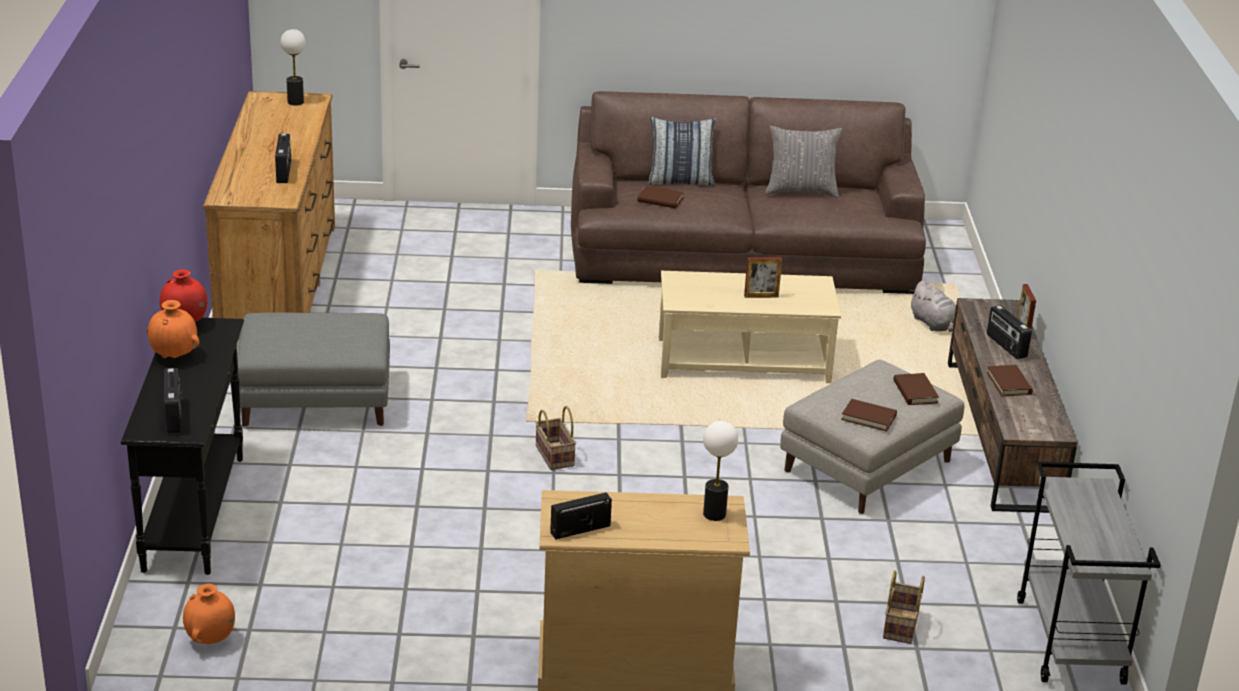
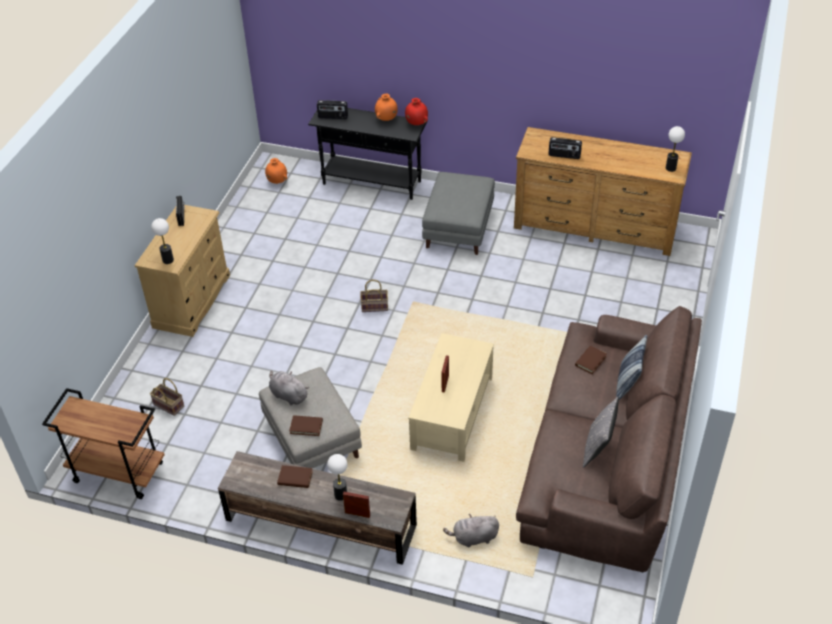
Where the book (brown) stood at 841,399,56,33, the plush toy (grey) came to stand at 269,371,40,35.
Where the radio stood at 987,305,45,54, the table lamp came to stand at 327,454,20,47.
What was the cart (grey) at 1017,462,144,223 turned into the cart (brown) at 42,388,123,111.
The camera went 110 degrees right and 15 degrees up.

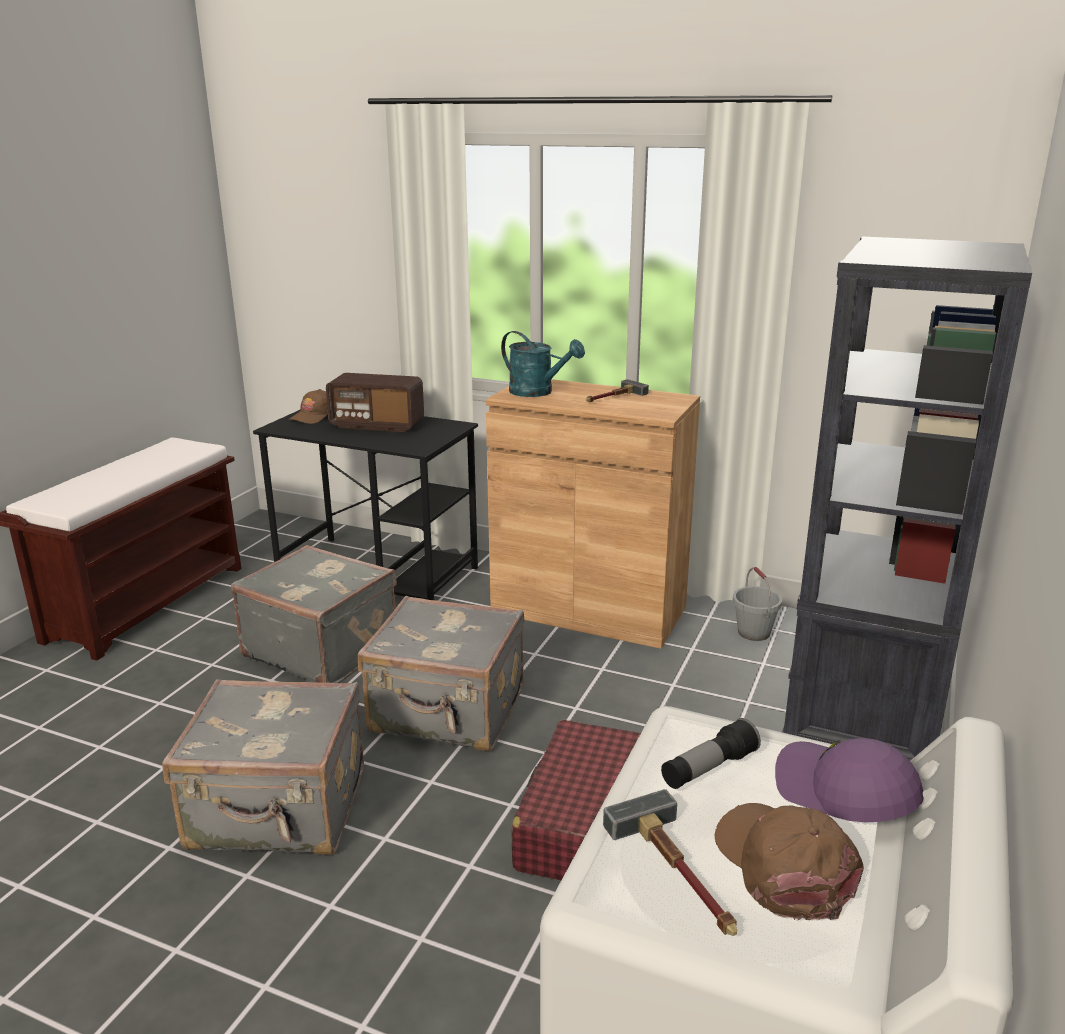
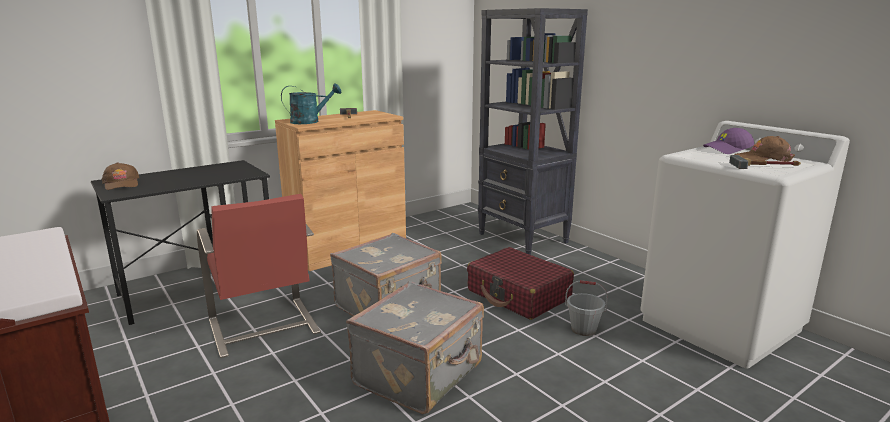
Where the suitcase (grey) stood at 231,545,166,138, the chair (red) came to stand at 197,194,124,164.
The second view lost the radio at 326,373,98,59.
The second view lost the flashlight at 661,718,100,71.
The bucket (grey) ended up elsewhere, having gone from 733,567,49,74 to 565,280,43,56.
The camera went 60 degrees left and 5 degrees down.

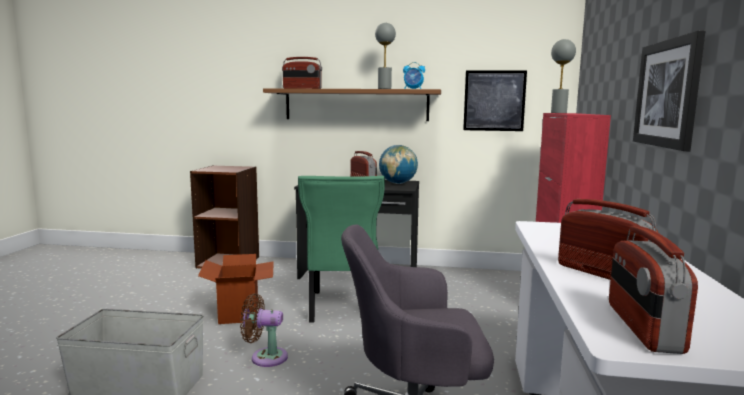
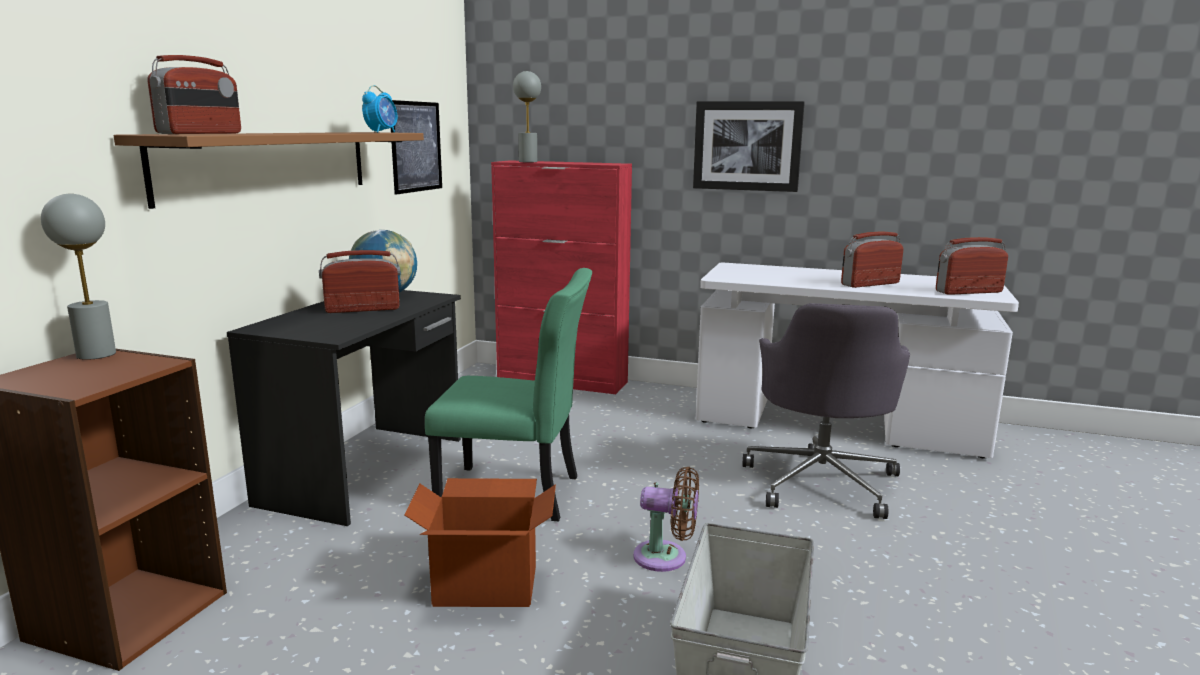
The fan (brown) at 240,293,48,74 ended up facing another way, 90 degrees counterclockwise from before.
The table lamp (grey) ended up elsewhere, having gone from 375,23,21,66 to 41,194,75,166.
The radio at 609,226,89,128 ended up facing another way, 150 degrees clockwise from before.
The camera went 80 degrees left and 5 degrees up.

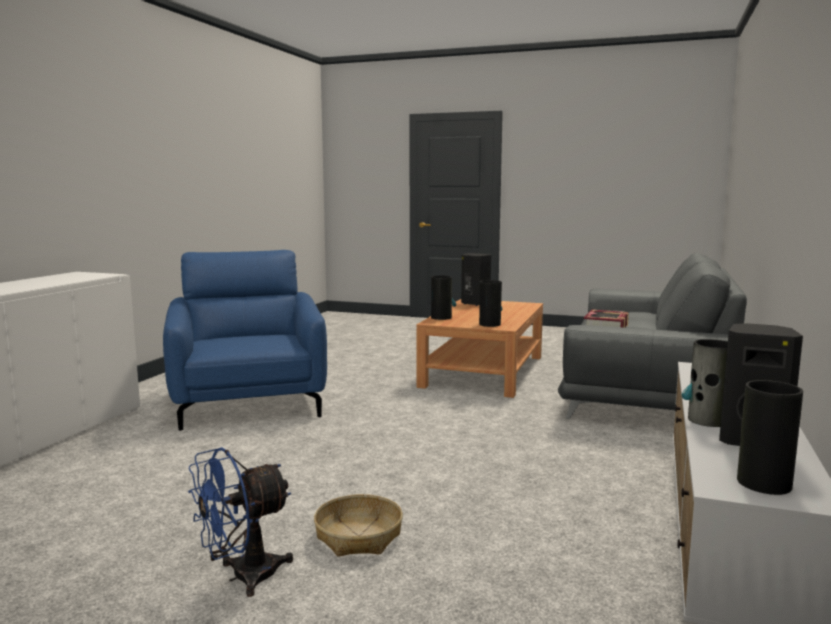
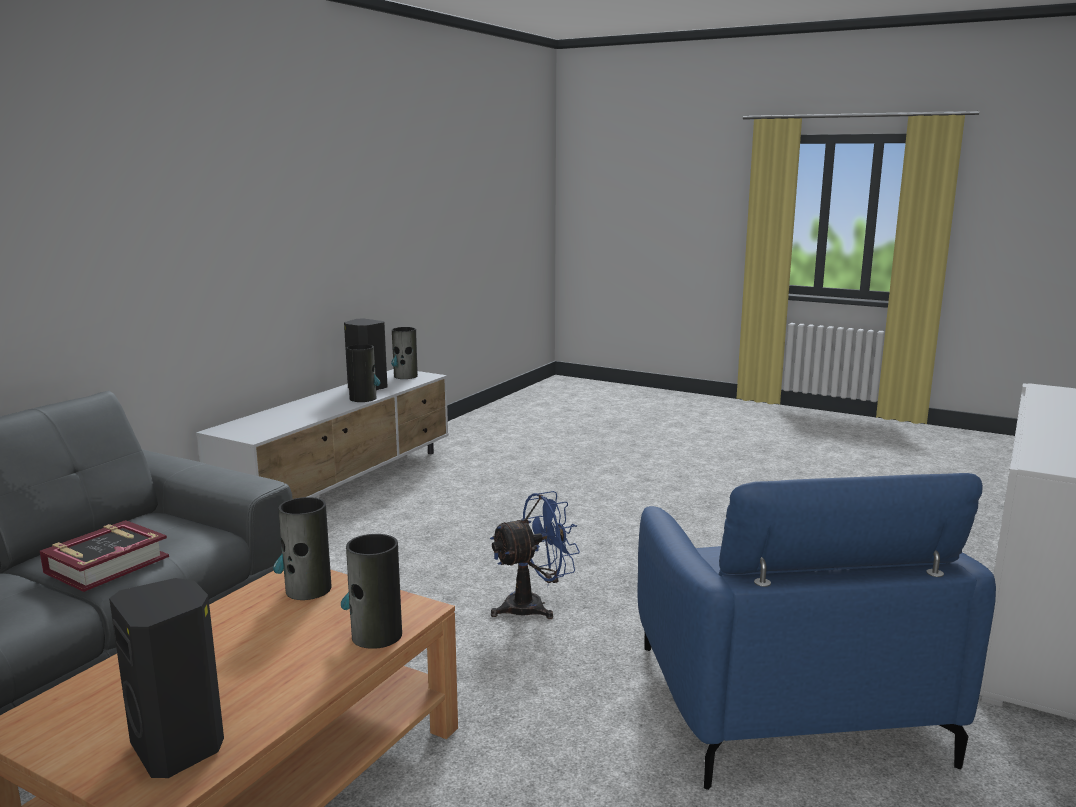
The fan (blue) ended up elsewhere, having gone from 188,447,105,150 to 490,491,90,128.
The second view lost the basket at 314,494,89,63.
The camera went 170 degrees left and 5 degrees up.

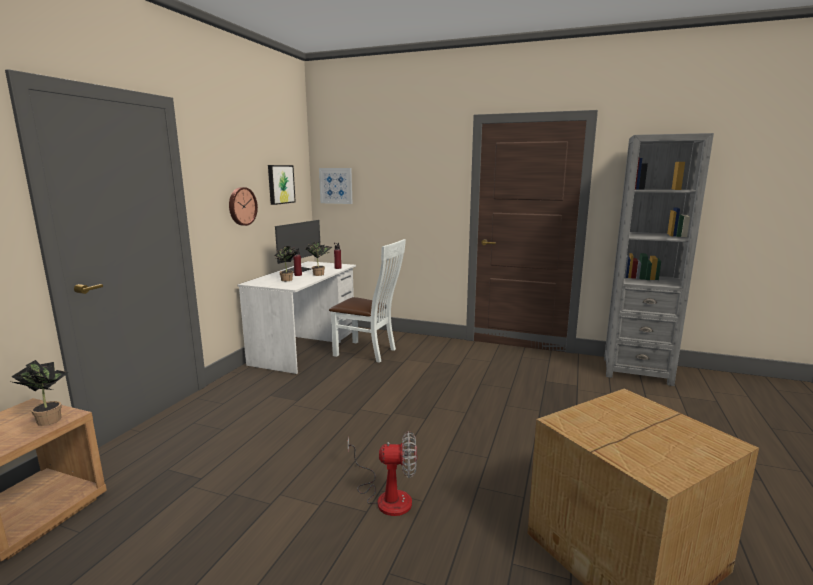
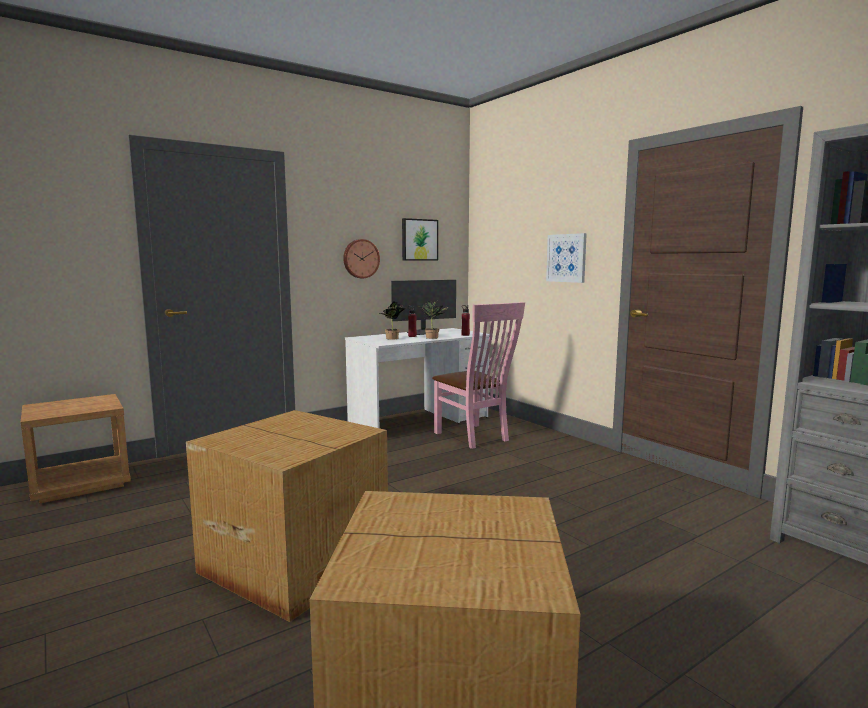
The second view lost the potted plant at 11,360,58,66.
The picture ended up elsewhere, having gone from 319,168,33,36 to 546,233,41,50.
What was the chair (white) at 329,239,77,124 turned into the chair (pink) at 432,302,93,147.
Where the fan stood at 348,431,69,85, the cardboard box came to stand at 186,410,202,212.
The camera went 35 degrees right and 5 degrees down.

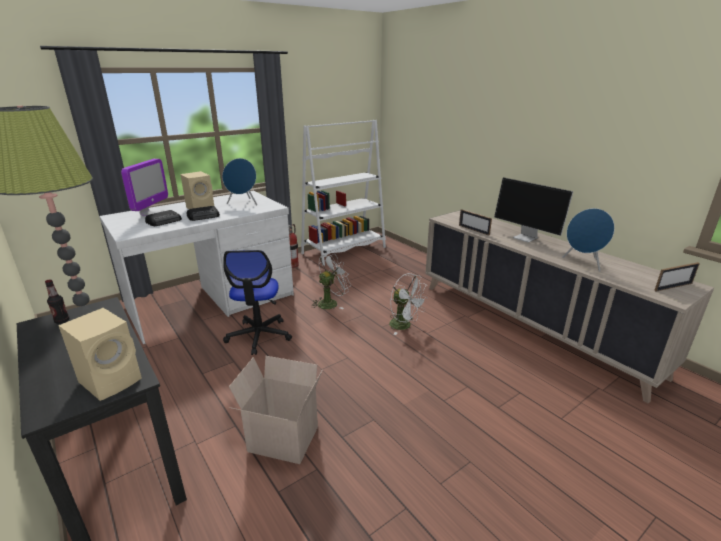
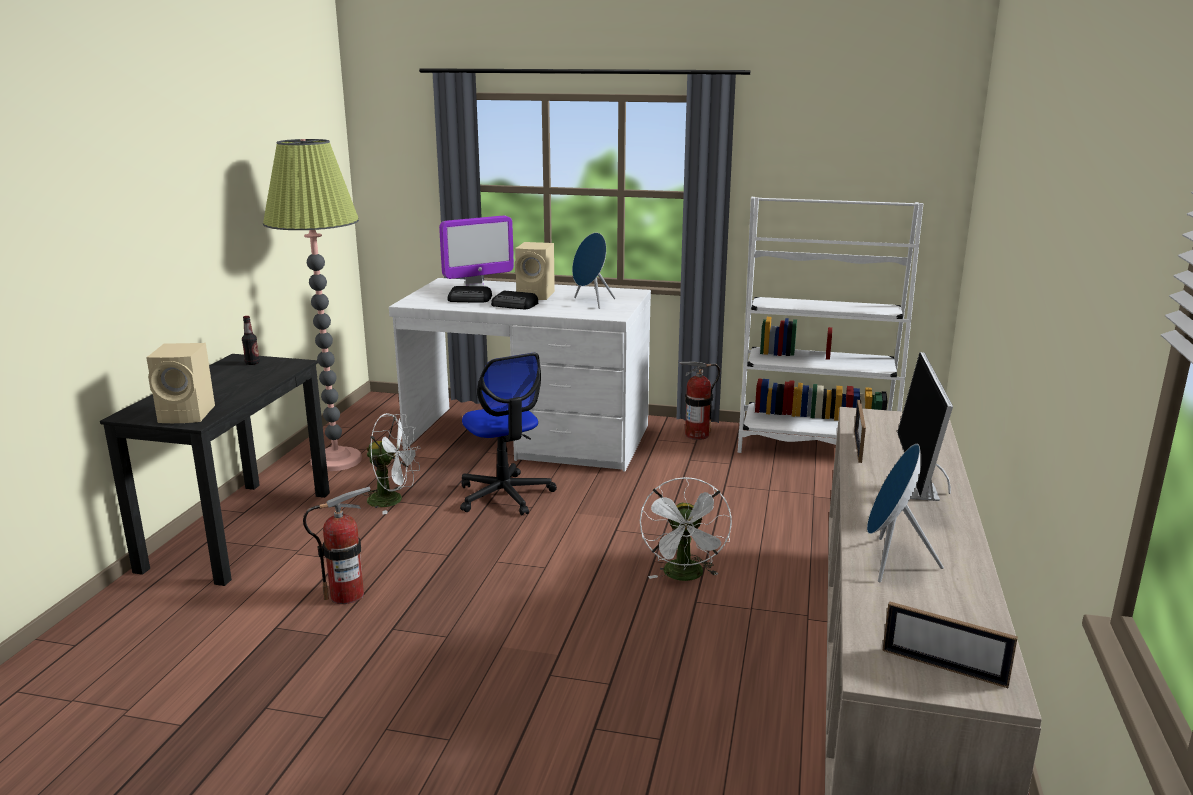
The office chair at 223,250,69,105 ended up facing another way, 75 degrees counterclockwise from before.
Where the cardboard box stood at 229,356,94,108, the fire extinguisher came to stand at 303,487,68,117.
The fan (white) ended up elsewhere, having gone from 312,253,38,56 to 363,413,57,102.
The camera went 50 degrees right and 5 degrees down.

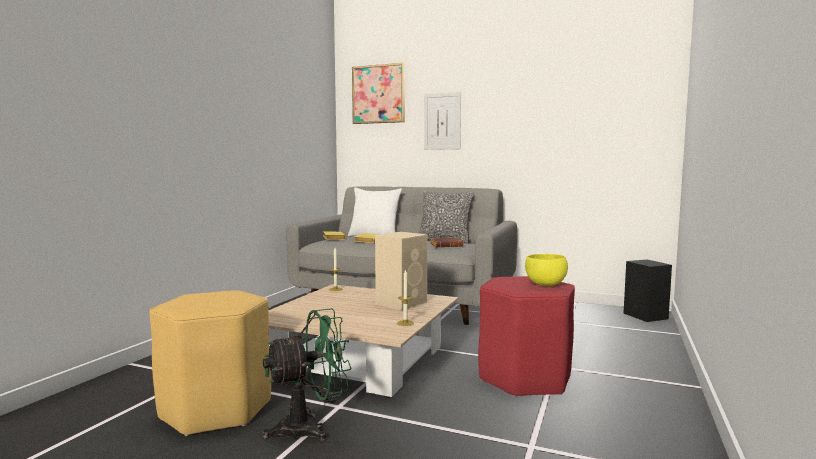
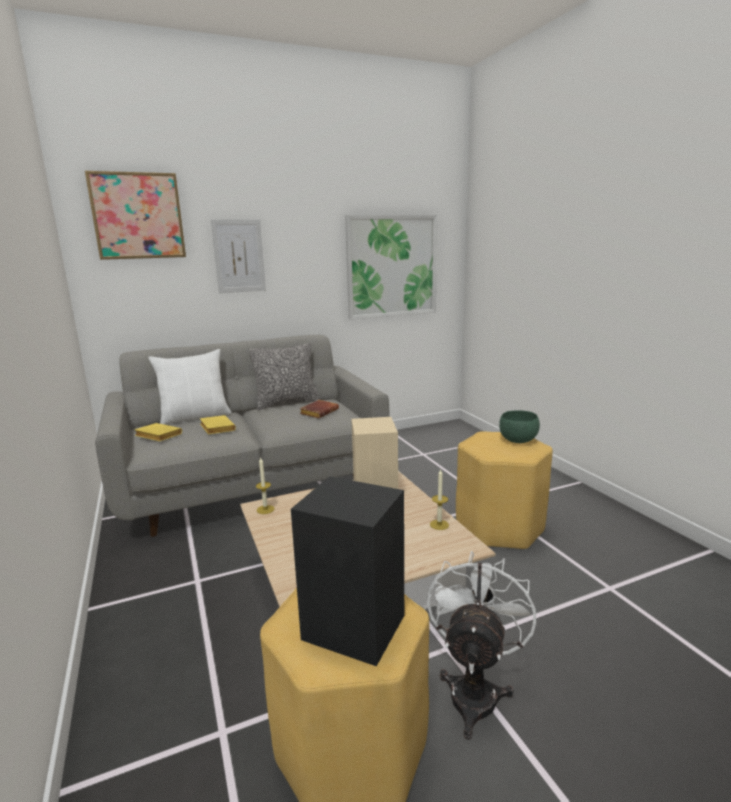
What was the fan (green) at 262,308,90,133 turned into the fan (white) at 427,551,109,189.
What was the stool (red) at 478,276,97,121 turned into the stool (yellow) at 456,431,97,119.
What was the bowl (yellow) at 525,254,43,32 turned into the bowl (green) at 499,410,41,33.
The speaker (black) ended up elsewhere, having gone from 623,260,49,62 to 291,476,113,190.
The second view gained the picture at 345,215,92,105.
The camera went 45 degrees left and 10 degrees up.

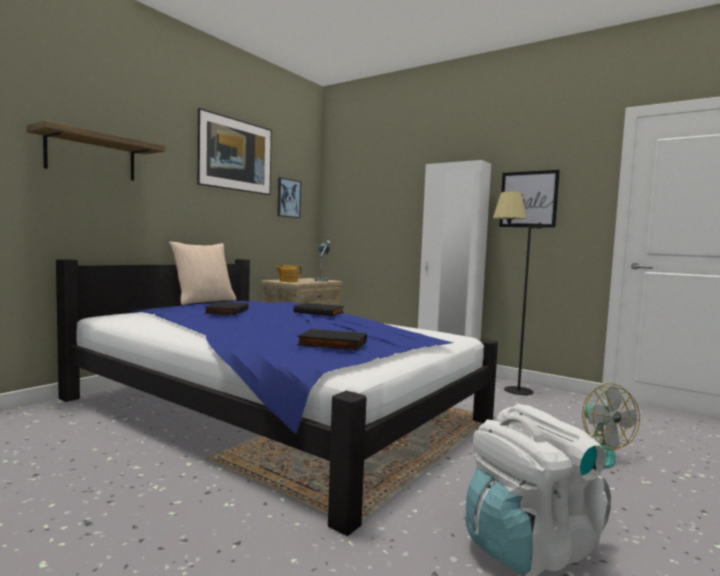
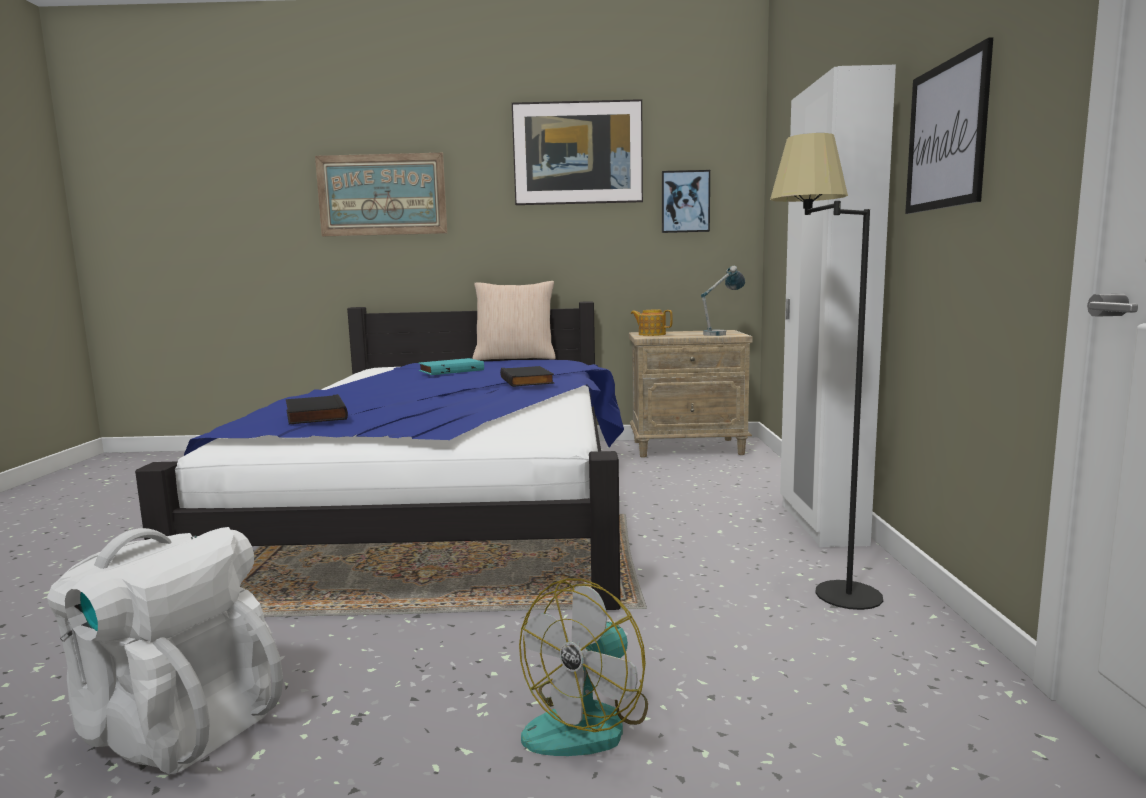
Where the shelf hung at 26,120,139,61, the picture came to hang at 315,153,132,83.
What was the book (black) at 204,302,45,13 turned into the book (turquoise) at 419,358,65,17.
The camera went 55 degrees right and 5 degrees up.

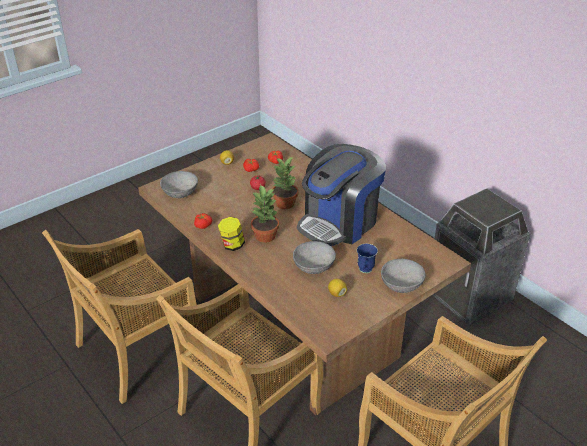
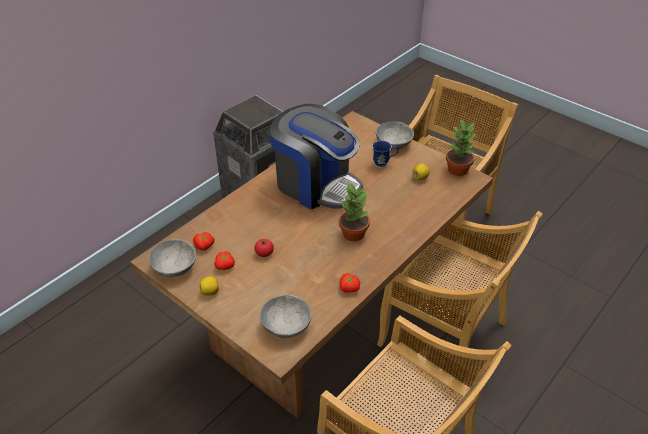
The second view lost the jar at 218,217,27,34.
The potted plant ended up elsewhere, having gone from 272,157,26,52 to 446,119,30,57.
The bowl (grey) ended up elsewhere, having gone from 293,241,43,33 to 148,239,48,38.
The camera went 100 degrees left and 5 degrees up.

